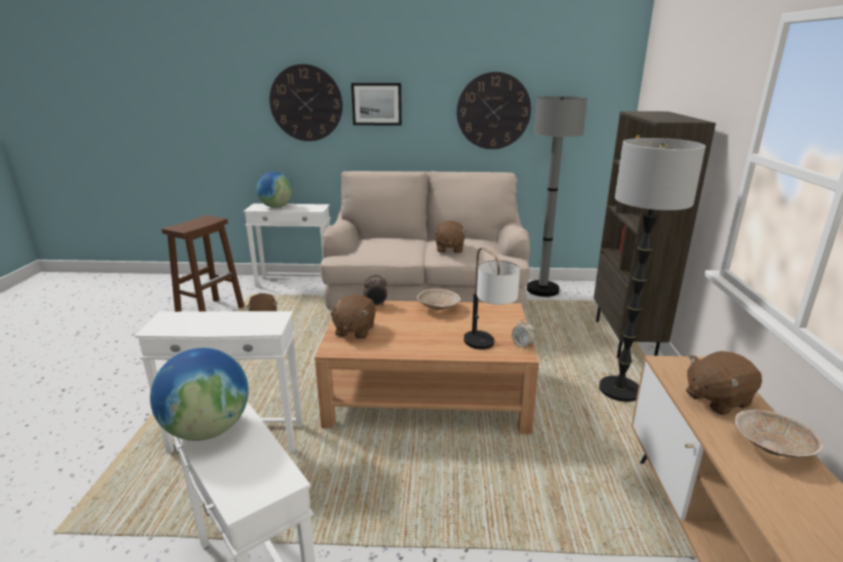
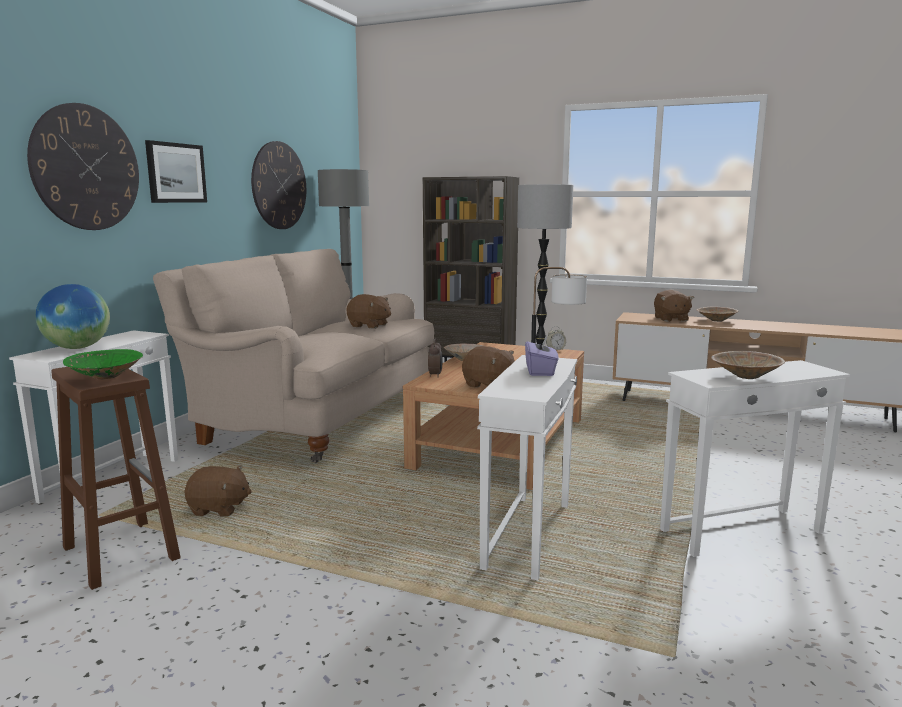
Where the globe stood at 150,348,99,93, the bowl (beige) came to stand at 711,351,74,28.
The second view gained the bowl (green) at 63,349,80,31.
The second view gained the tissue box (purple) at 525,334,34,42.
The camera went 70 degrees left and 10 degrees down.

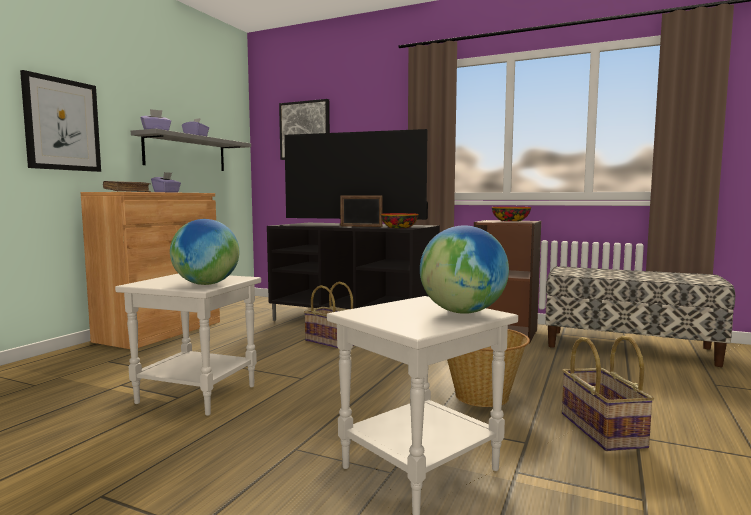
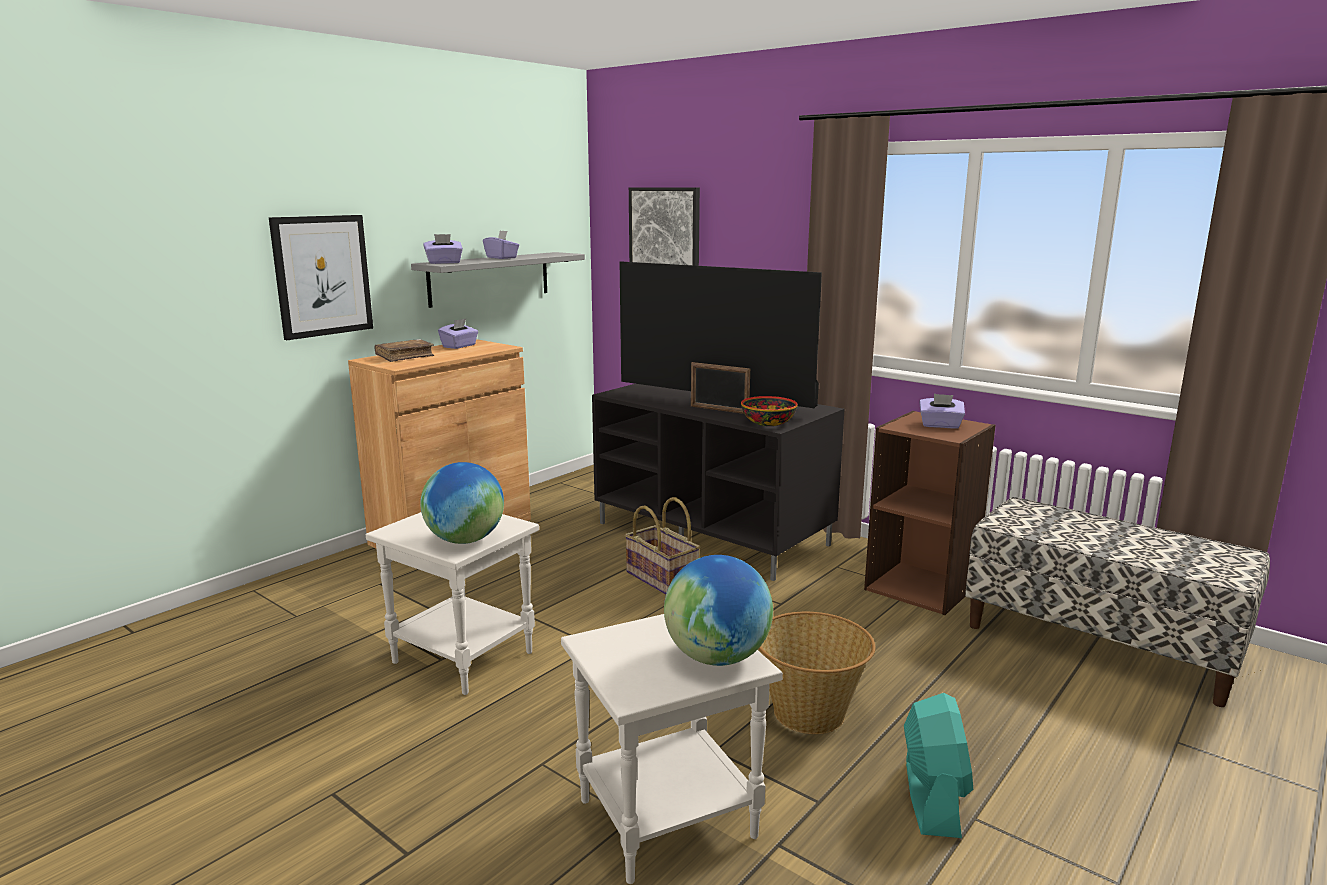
Where the bowl stood at 492,207,39,15, the tissue box (purple) came to stand at 919,394,46,35.
Where the basket stood at 562,336,92,115, the fan (turquoise) came to stand at 904,693,69,145.
The camera went 15 degrees right and 10 degrees up.

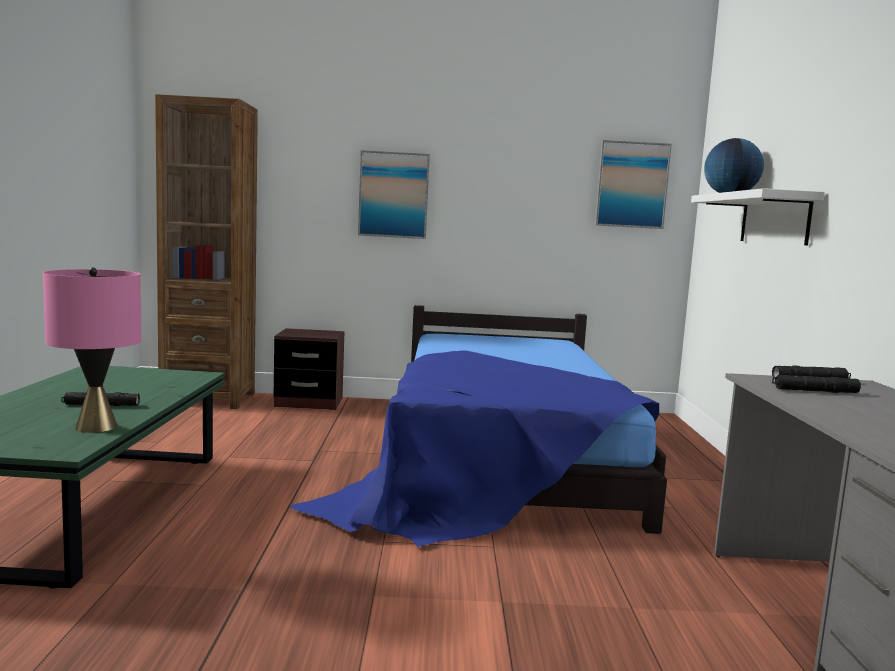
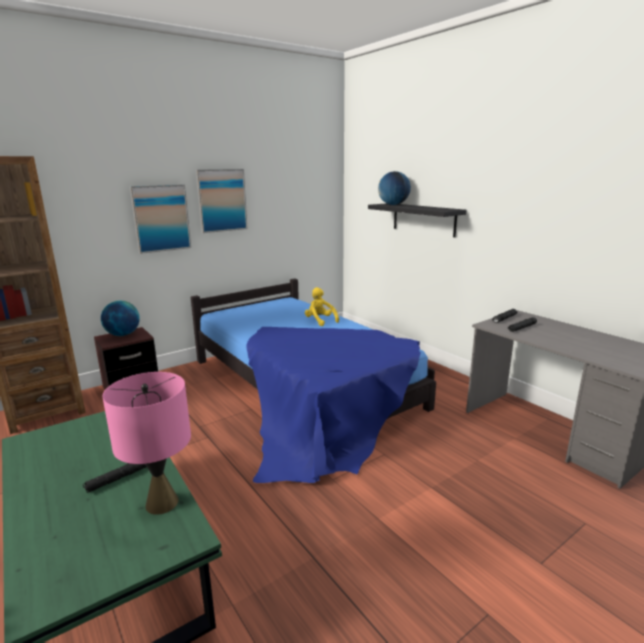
The picture ended up elsewhere, having gone from 595,140,77,89 to 196,169,52,64.
What was the shelf (white) at 691,188,134,57 turned into the shelf (black) at 368,203,98,34.
The second view gained the globe at 101,301,39,35.
The second view gained the plush toy (yellow) at 305,287,34,39.
The camera went 35 degrees left and 10 degrees up.

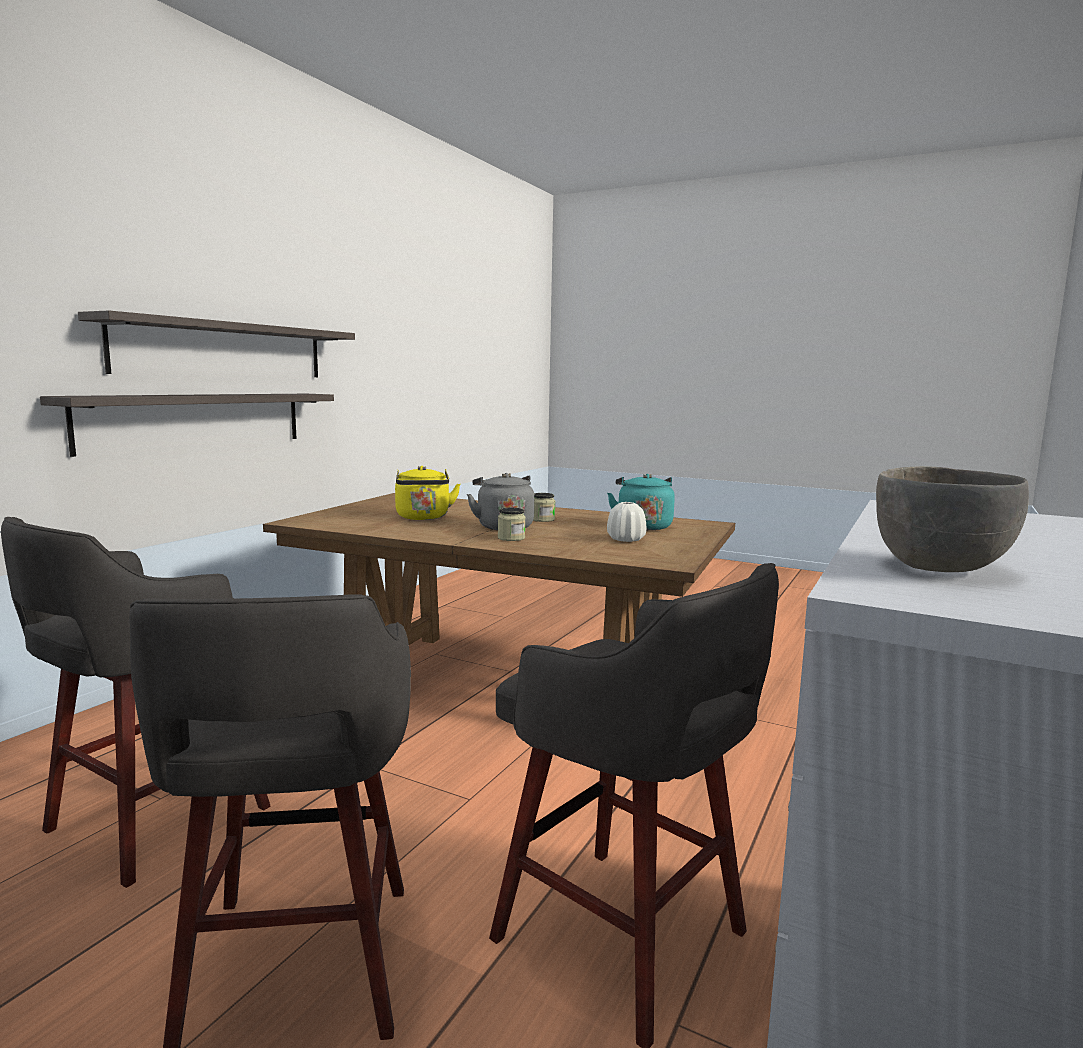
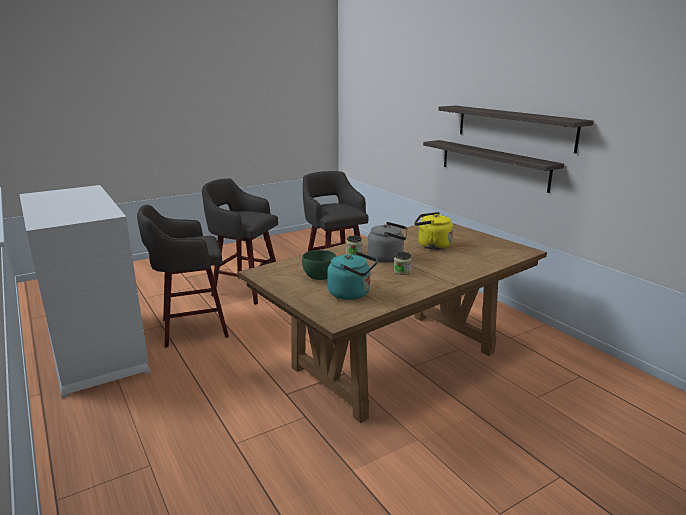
Where the vase (white) stood at 607,502,39,40, the bowl (green) came to stand at 302,250,35,30.
The second view lost the bowl (grey) at 876,466,153,106.
The camera went 120 degrees right and 10 degrees up.

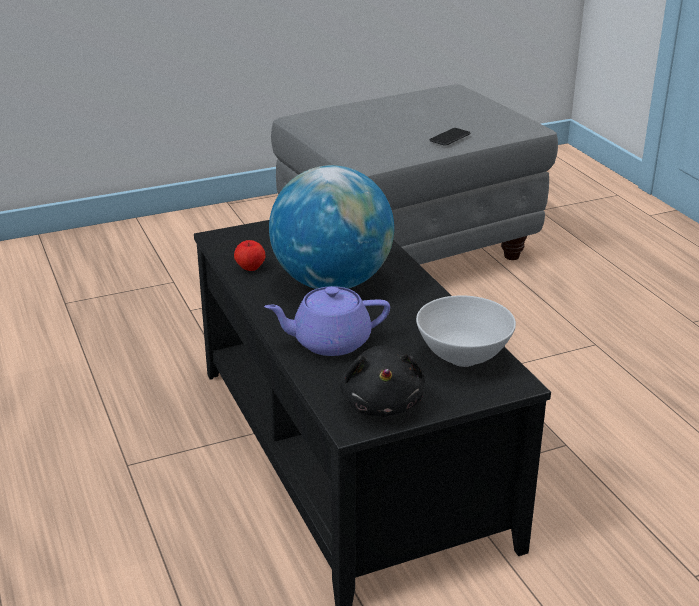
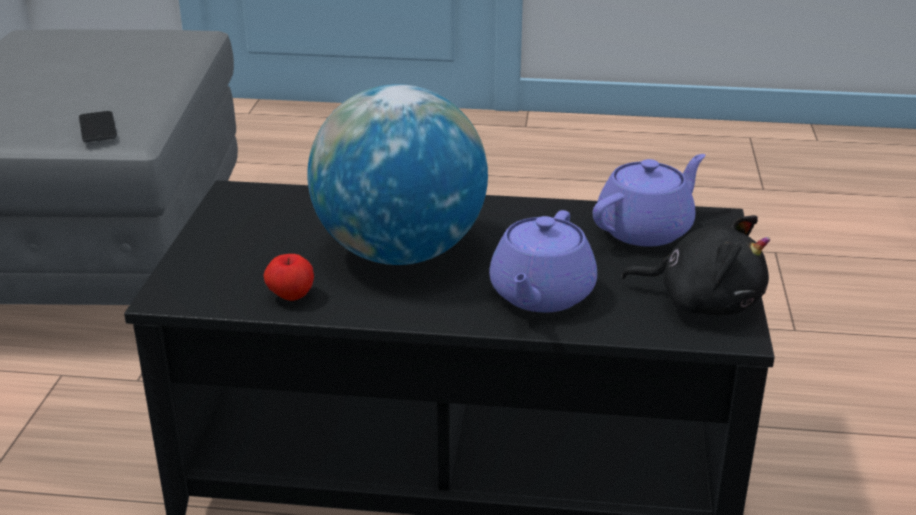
Where the bowl (white) stood at 416,295,100,72, the teapot (purple) came to stand at 593,154,113,93.
The phone ended up elsewhere, having gone from 430,128,40,18 to 79,111,38,31.
The camera went 60 degrees left and 0 degrees up.

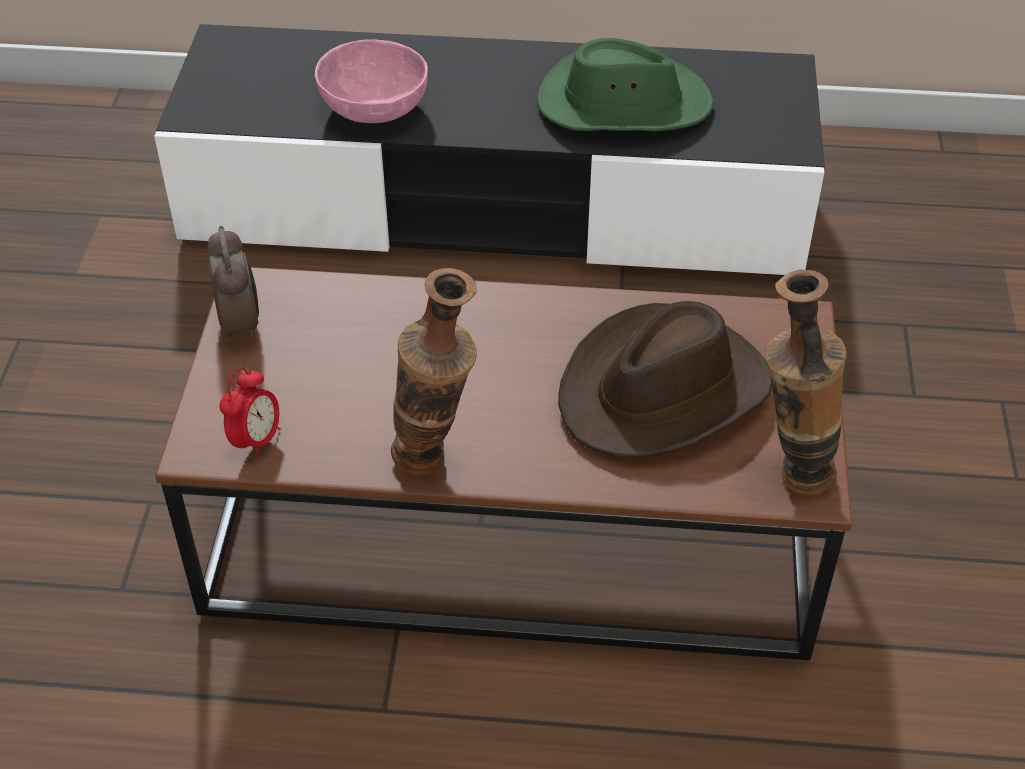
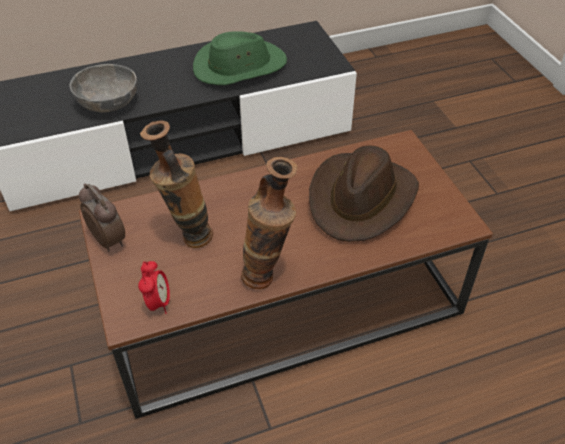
What was the bowl (pink) at 315,39,113,84 turned into the bowl (grey) at 70,64,67,49.
The vase ended up elsewhere, having gone from 765,269,82,226 to 140,120,73,128.
The camera went 25 degrees left and 0 degrees up.

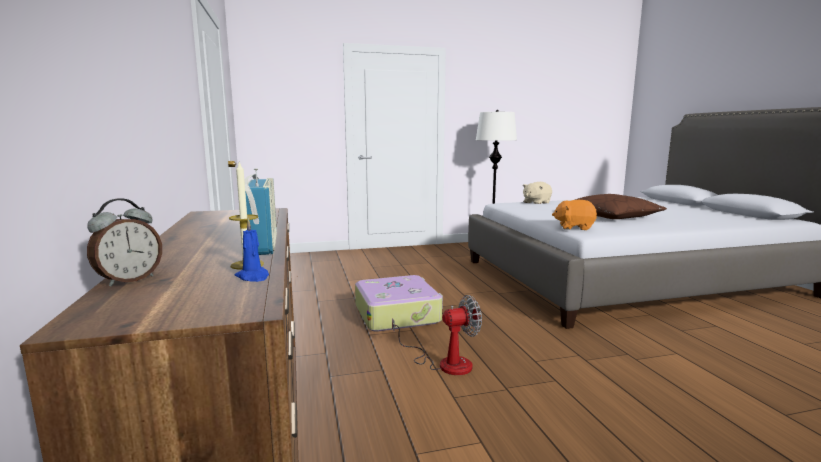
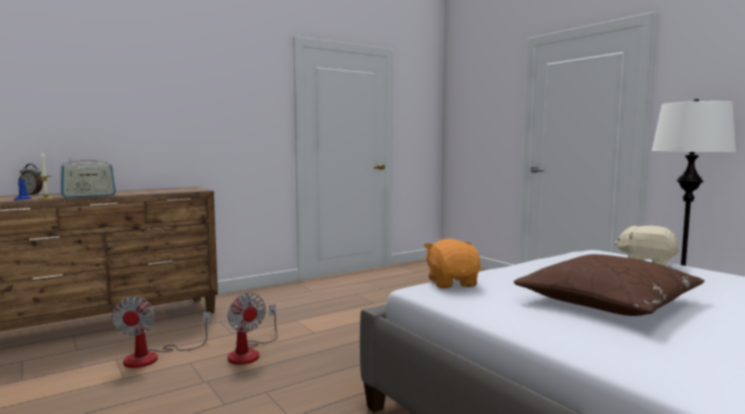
The second view lost the suitcase at 355,275,88,57.
The second view gained the fan at 112,296,99,72.
The camera went 70 degrees right and 5 degrees down.

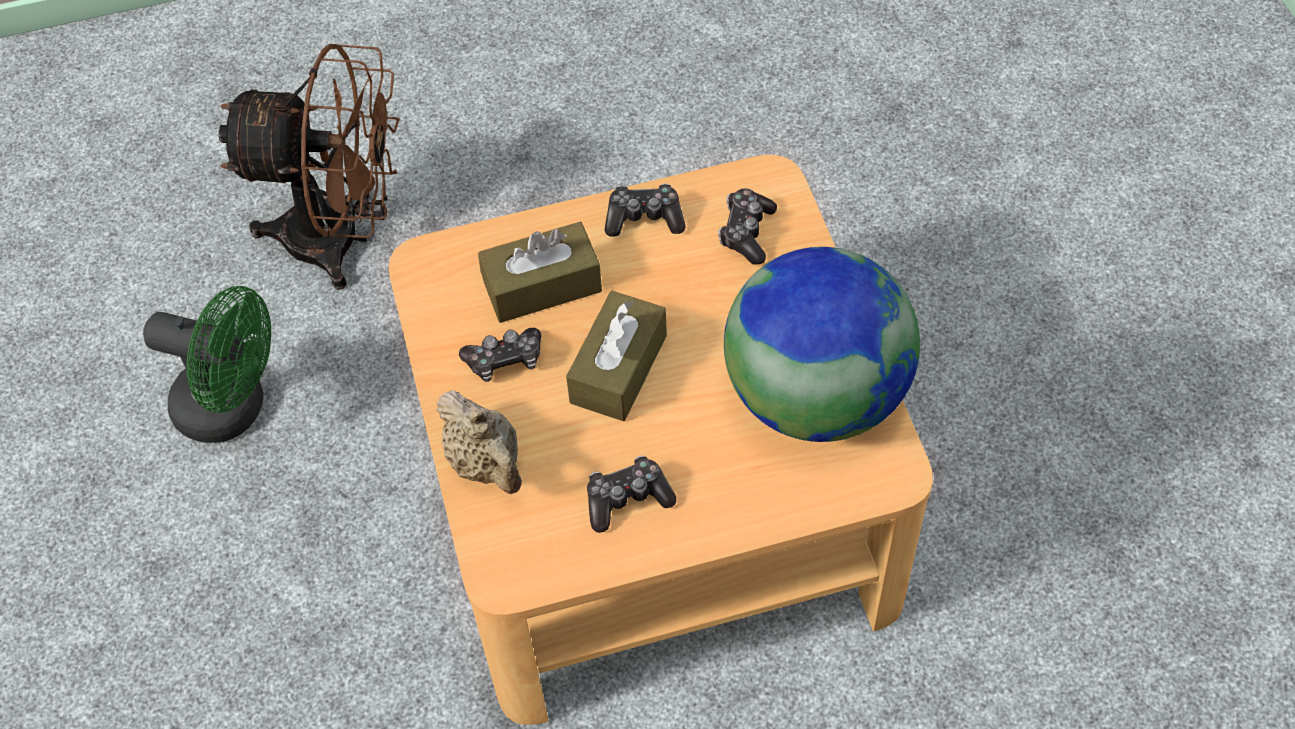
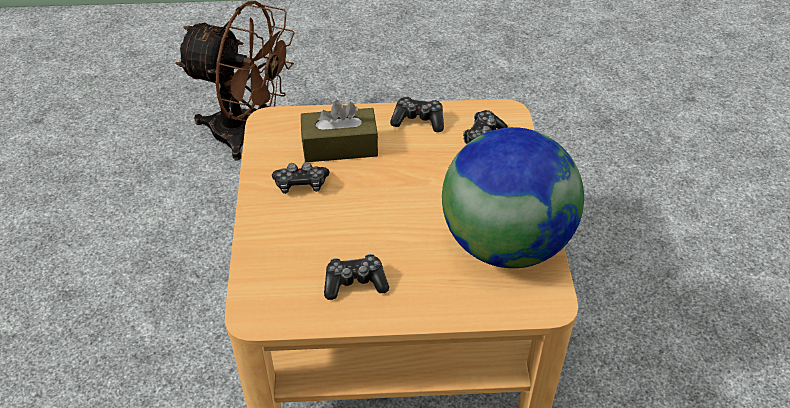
The second view lost the fan (green) at 143,286,128,157.
The second view lost the teapot (beige) at 436,390,86,104.
The second view lost the tissue box (brown) at 566,291,101,130.
The camera went 10 degrees right and 10 degrees down.

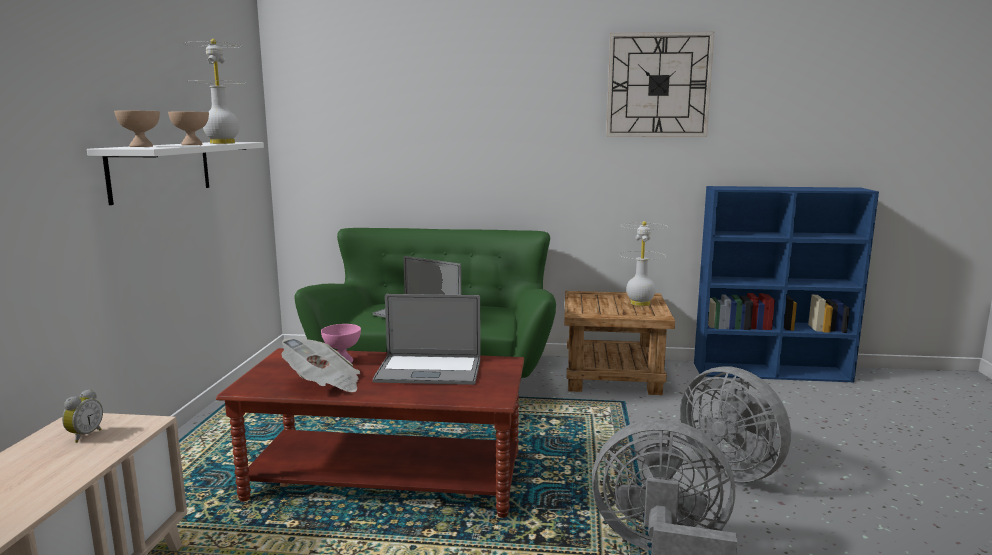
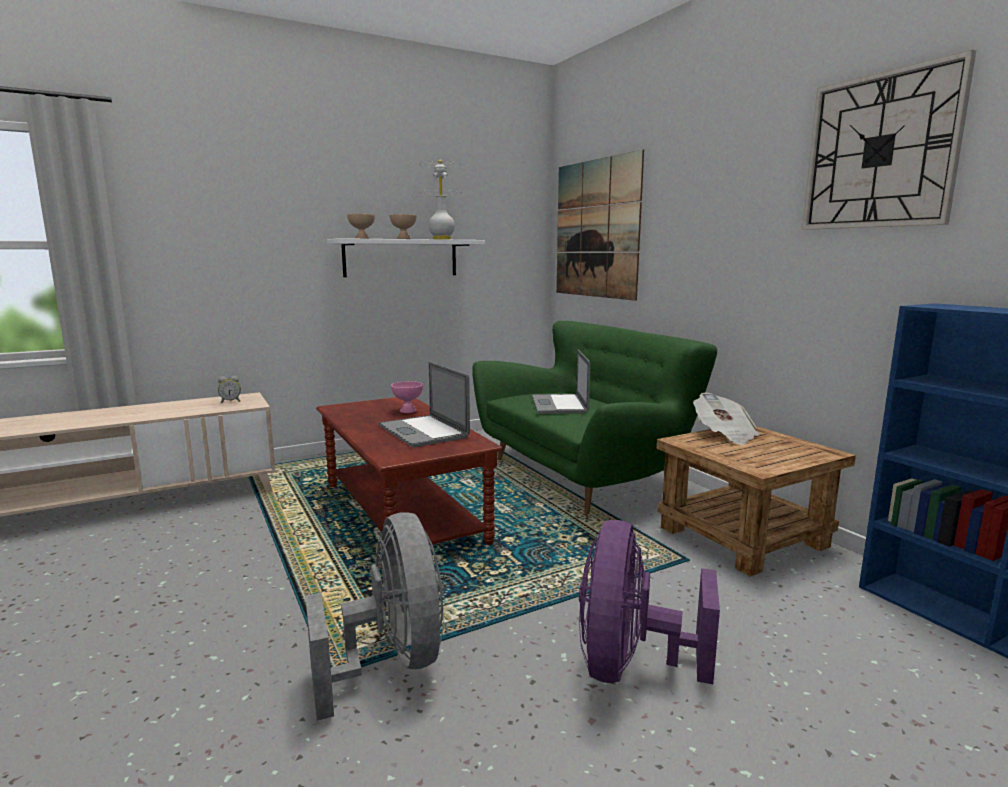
The newspaper ended up elsewhere, having gone from 281,338,79,54 to 693,392,67,53.
The second view lost the table lamp (white) at 620,221,48,85.
What was the fan (grey) at 680,366,111,116 turned into the fan (purple) at 579,520,141,164.
The second view gained the picture at 556,149,88,152.
The camera went 55 degrees right and 0 degrees up.

